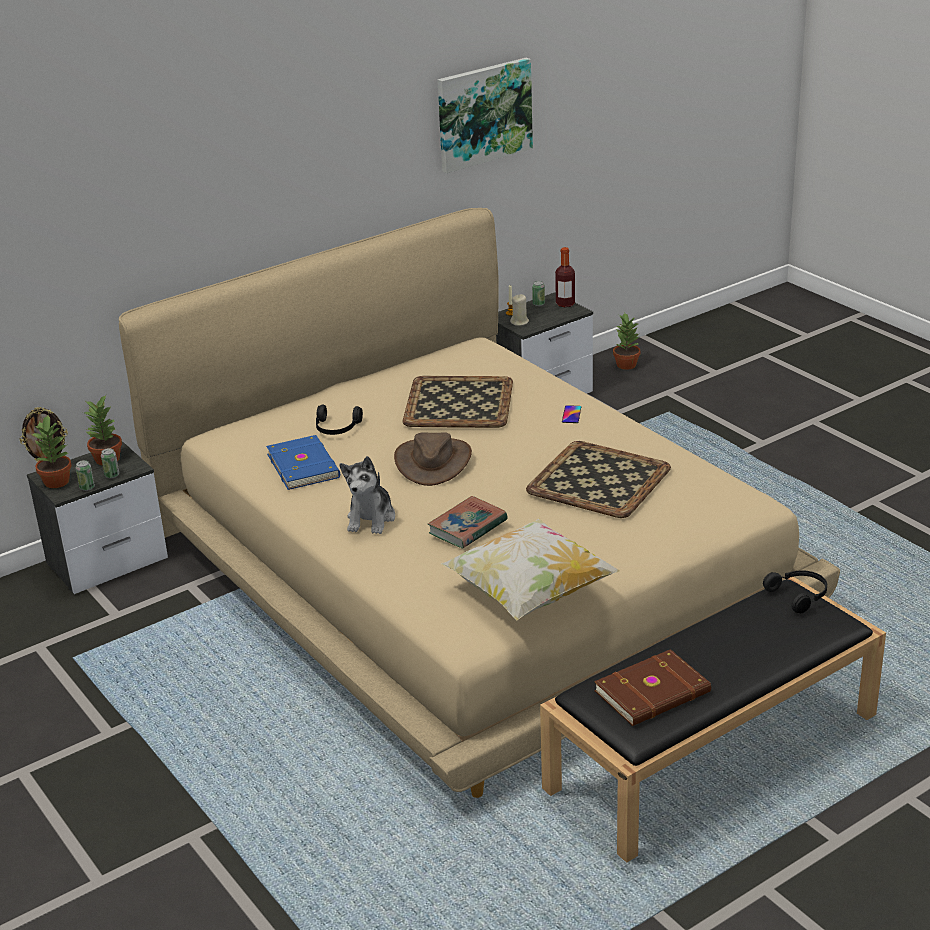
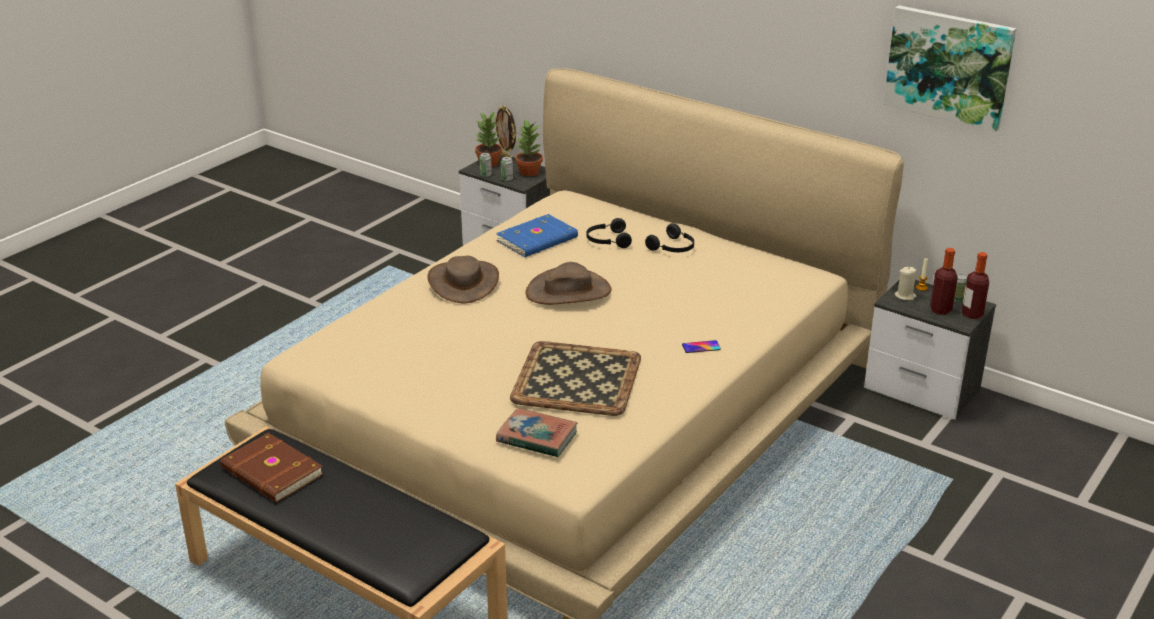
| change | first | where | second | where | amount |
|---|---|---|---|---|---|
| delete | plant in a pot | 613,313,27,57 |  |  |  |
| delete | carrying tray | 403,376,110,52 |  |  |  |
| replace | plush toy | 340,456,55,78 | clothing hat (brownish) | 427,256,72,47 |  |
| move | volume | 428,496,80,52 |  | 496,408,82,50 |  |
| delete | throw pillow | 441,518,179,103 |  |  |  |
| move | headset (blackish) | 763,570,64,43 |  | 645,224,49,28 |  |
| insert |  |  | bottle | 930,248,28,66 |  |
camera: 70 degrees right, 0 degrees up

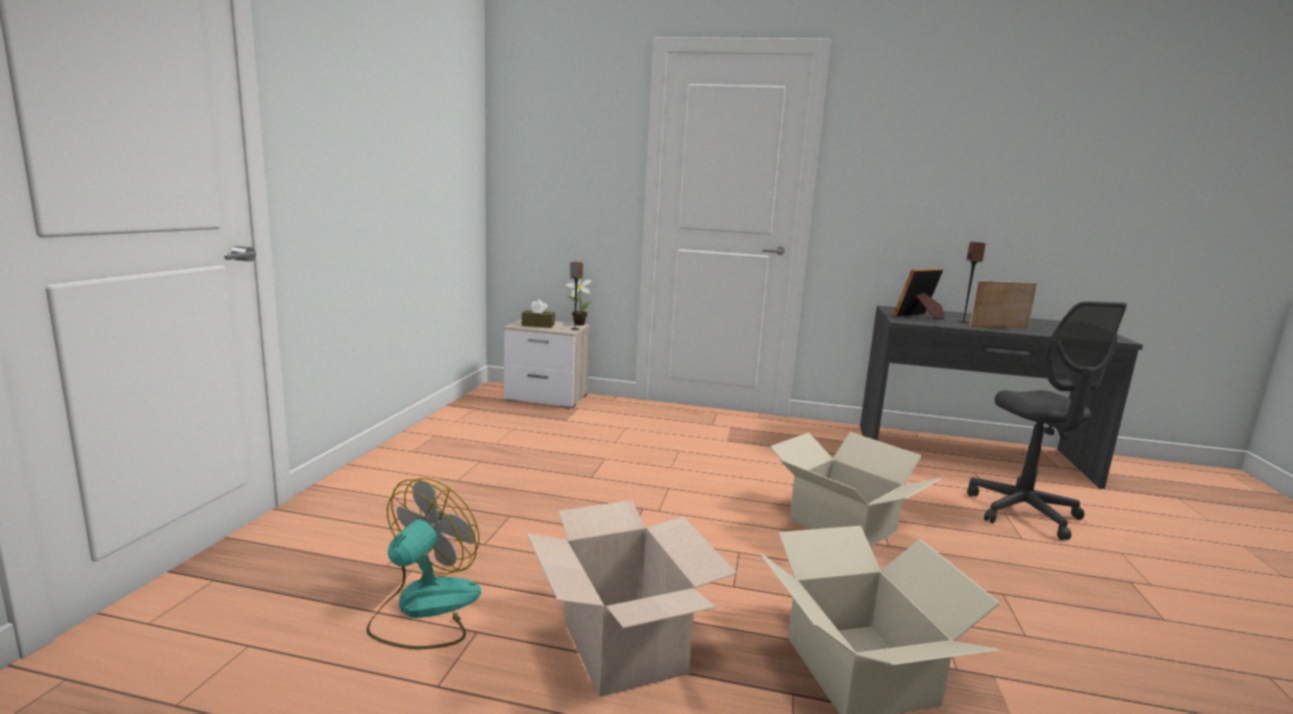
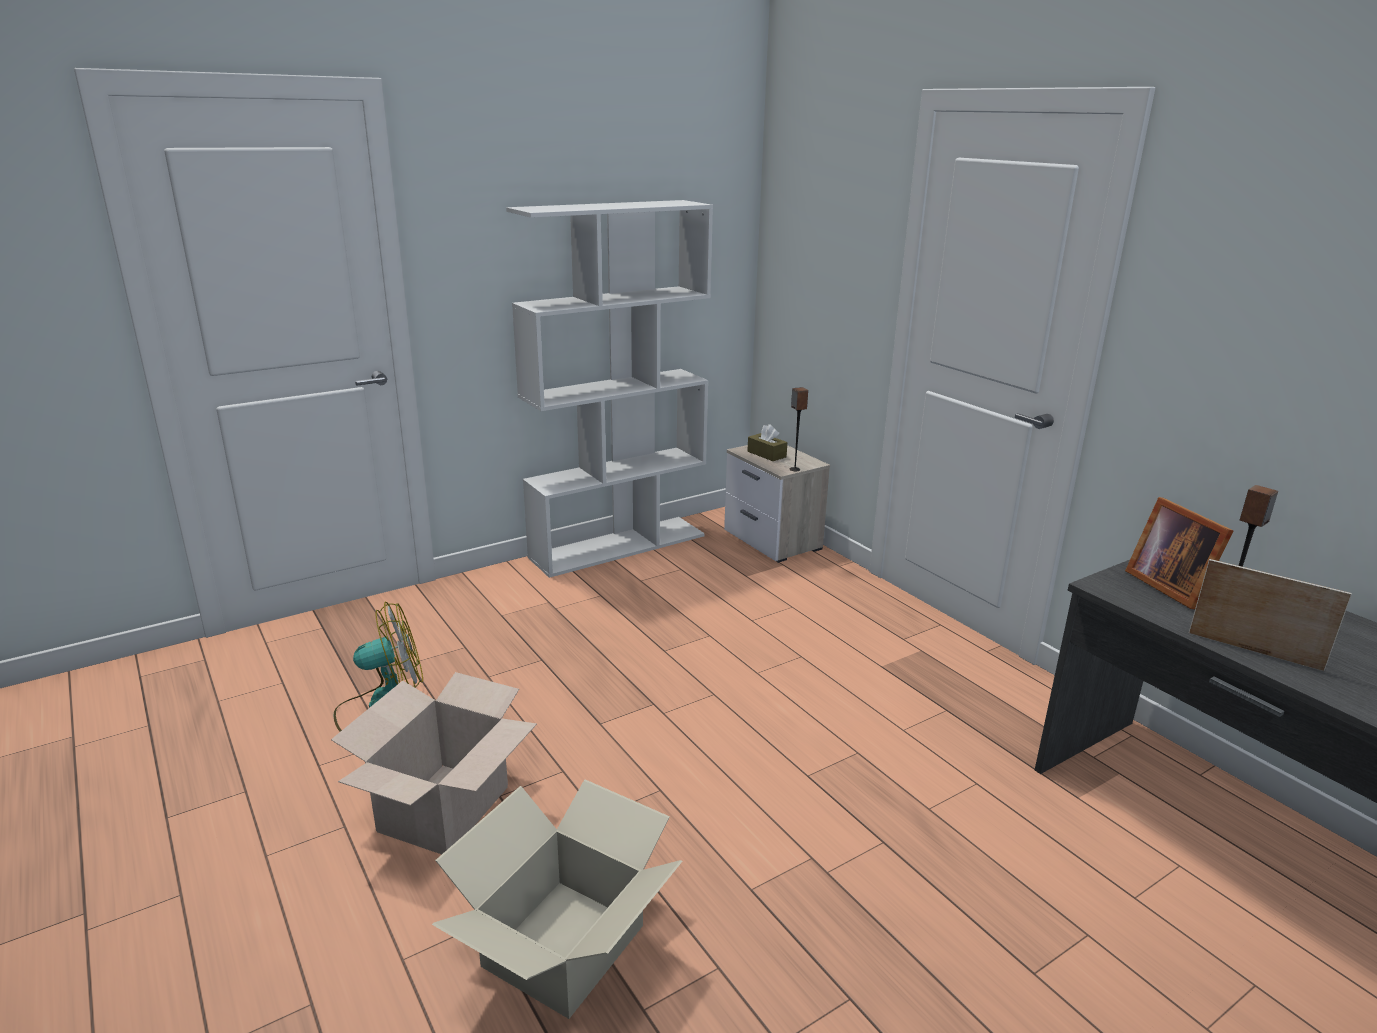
| change | first | where | second | where | amount |
|---|---|---|---|---|---|
| rotate | standing frame | 893,268,52,51 |  | 1125,497,108,112 | 120 degrees counterclockwise |
| delete | plant in a pot | 565,279,27,47 |  |  |  |
| delete | computer chair (grey) | 967,301,160,239 |  |  |  |
| delete | carton | 770,432,172,115 |  |  |  |
| insert |  |  | bookshelf (white) | 506,200,207,378 |  |
camera: 45 degrees right, 10 degrees up

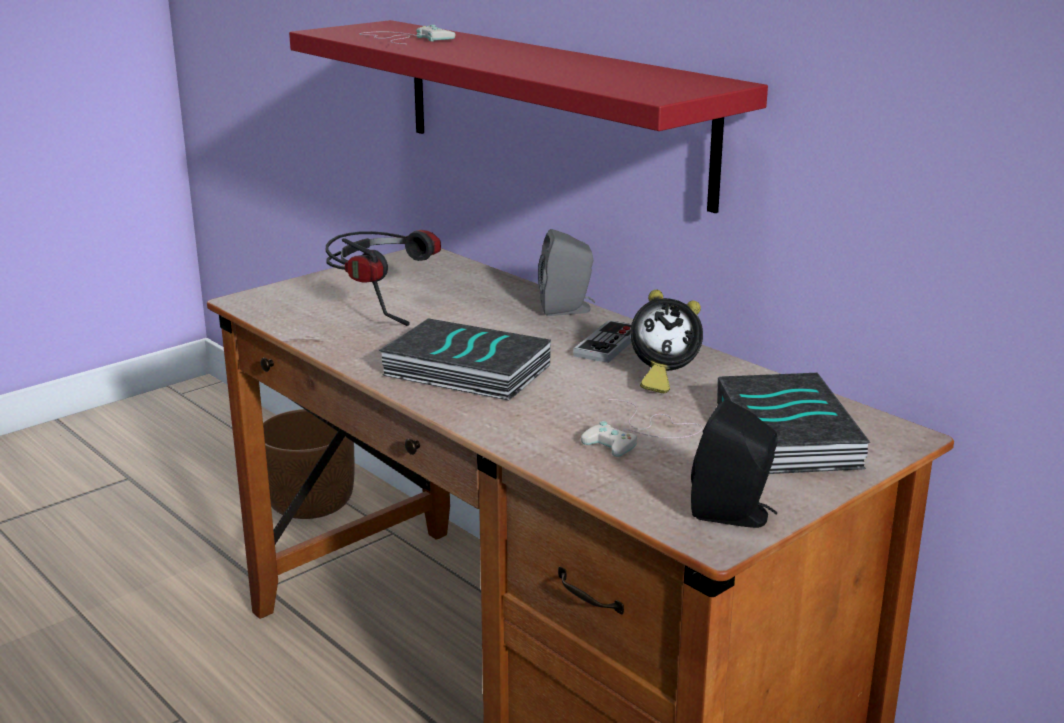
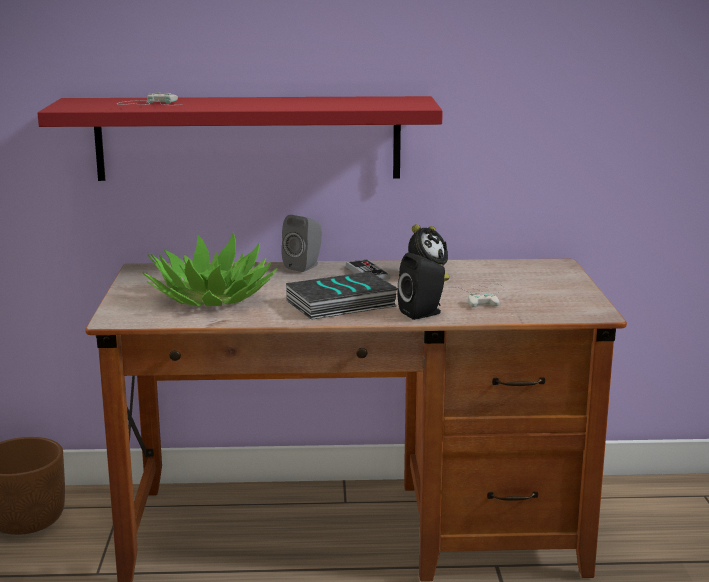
| change | first | where | second | where | amount |
|---|---|---|---|---|---|
| replace | headset | 326,230,115,96 | plant in a pot | 142,232,136,75 |  |
| delete | volume | 717,373,154,101 |  |  |  |
| move | audio speaker (blackish) | 691,399,87,129 |  | 398,253,47,67 |  |
camera: 50 degrees left, 5 degrees down

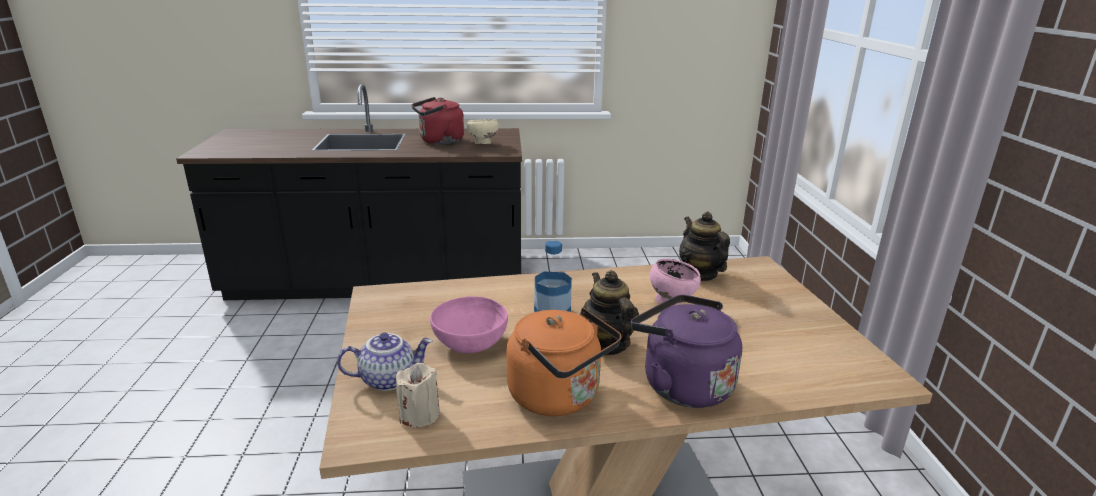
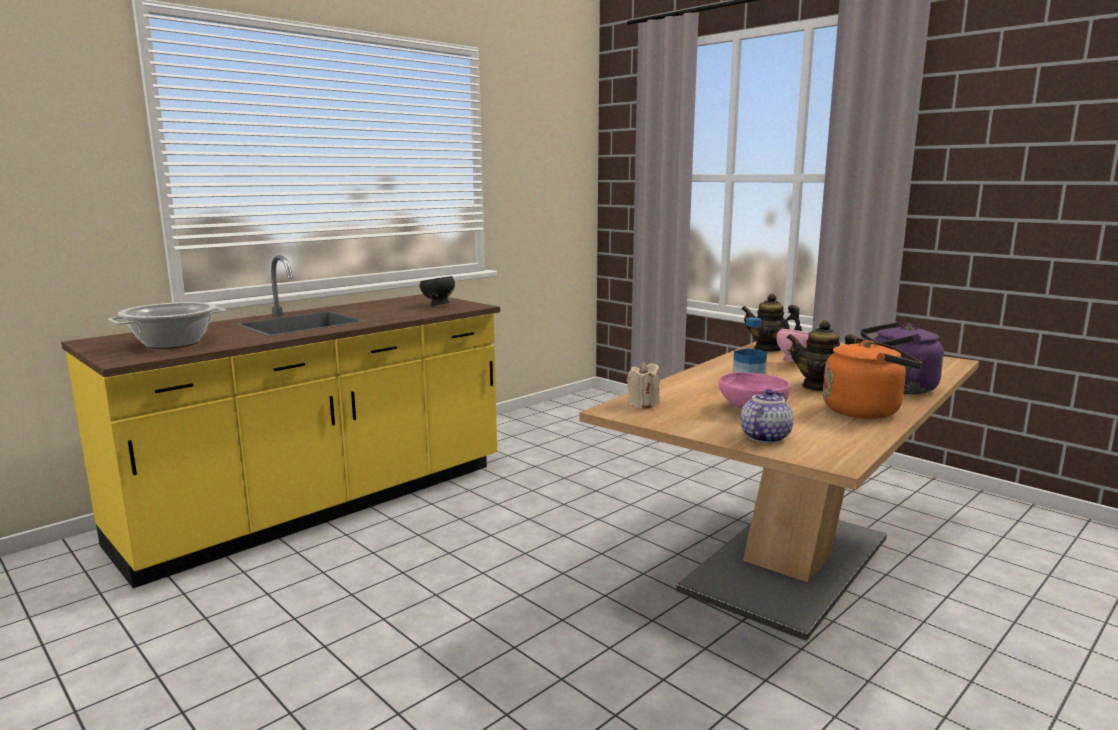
| change | first | where | second | where | amount |
|---|---|---|---|---|---|
| recolor | kitchen base unit (blackish) | 176,84,346,216 | kitchen base unit (yellow) | 61,255,439,333 |  |
| delete | water kettle (red) | 412,97,52,48 |  |  |  |
| recolor | bowl (beige) | 467,119,32,25 | bowl (blackish) | 420,276,35,30 |  |
| move | wax light (beige) | 396,363,44,64 |  | 627,362,33,47 |  |
| insert |  |  | saucepot | 108,302,118,47 |  |
camera: 40 degrees left, 10 degrees down

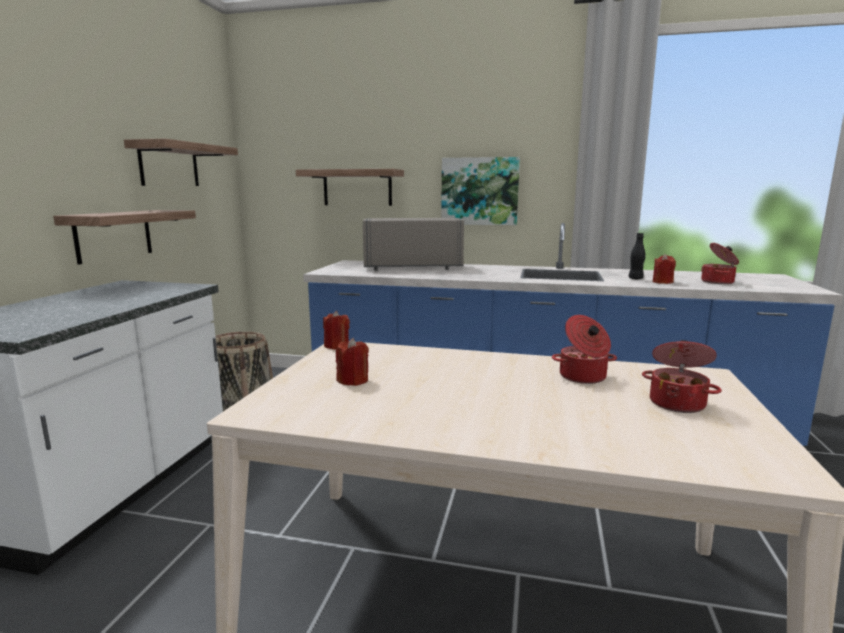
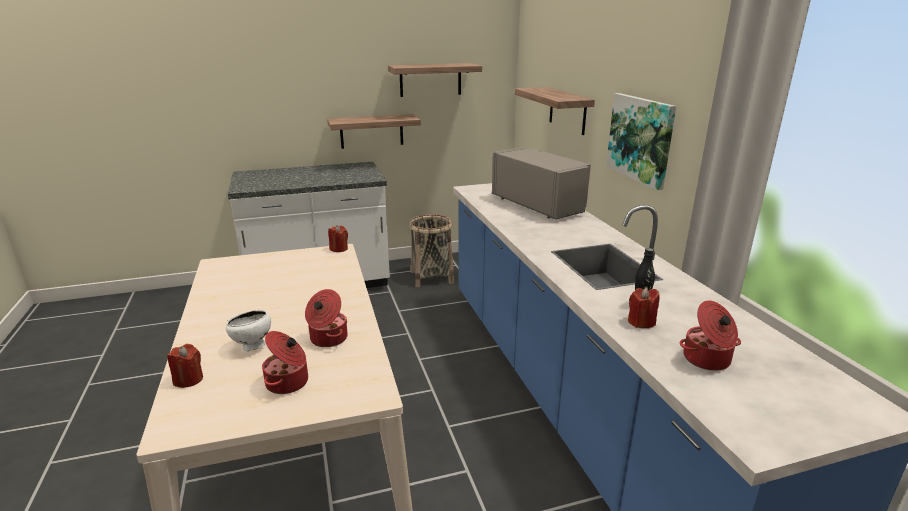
| change | first | where | second | where | amount |
|---|---|---|---|---|---|
| move | wax light (red) | 336,338,33,48 |  | 167,344,36,44 |  |
| insert |  |  | bowl (white) | 226,310,45,41 |  |
camera: 60 degrees right, 10 degrees up

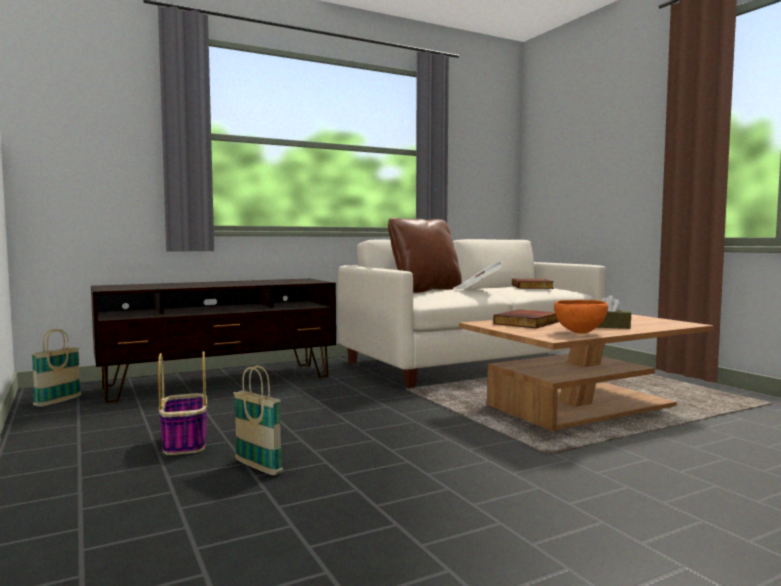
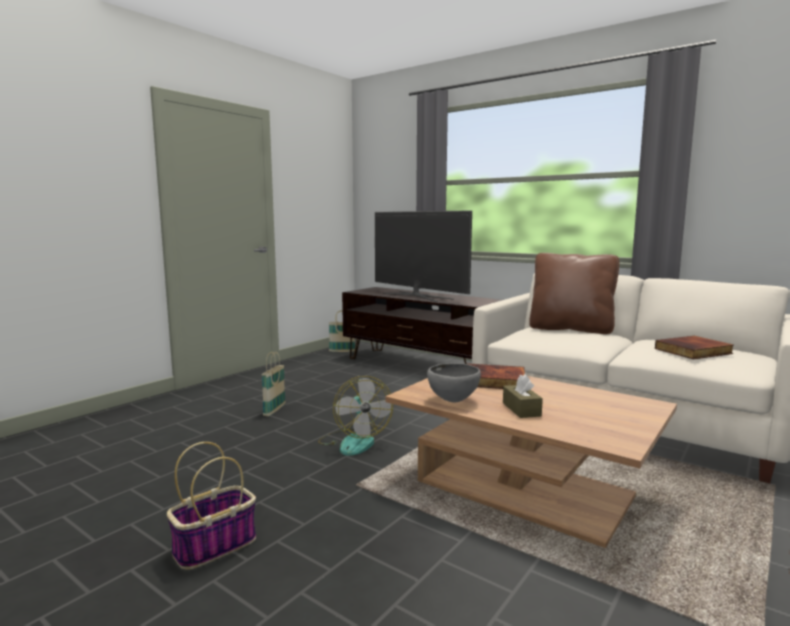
| change | first | where | second | where | amount |
|---|---|---|---|---|---|
| delete | newspaper | 453,262,51,28 |  |  |  |
| recolor | bowl (orange-coloured) | 554,300,54,34 | bowl (grey) | 427,363,54,39 |  |
| move | household basket | 158,351,49,104 |  | 167,442,89,128 |  |
| insert |  |  | TV set | 375,210,97,92 |  |
| insert |  |  | fan | 318,376,75,80 |  |
camera: 65 degrees right, 5 degrees up

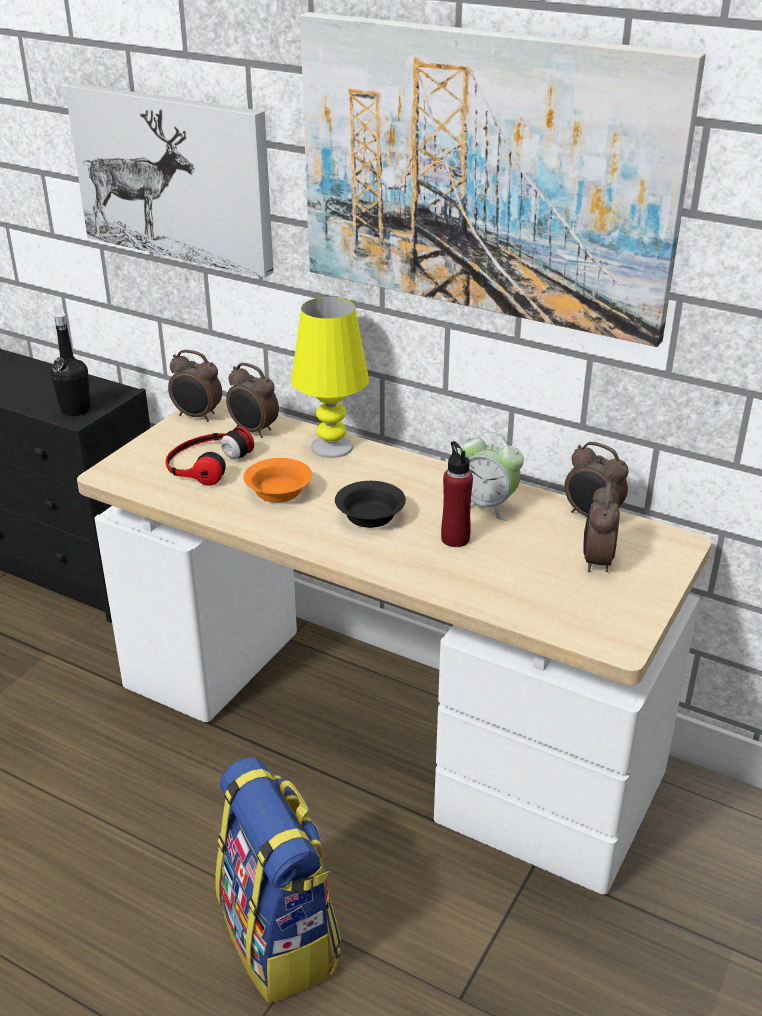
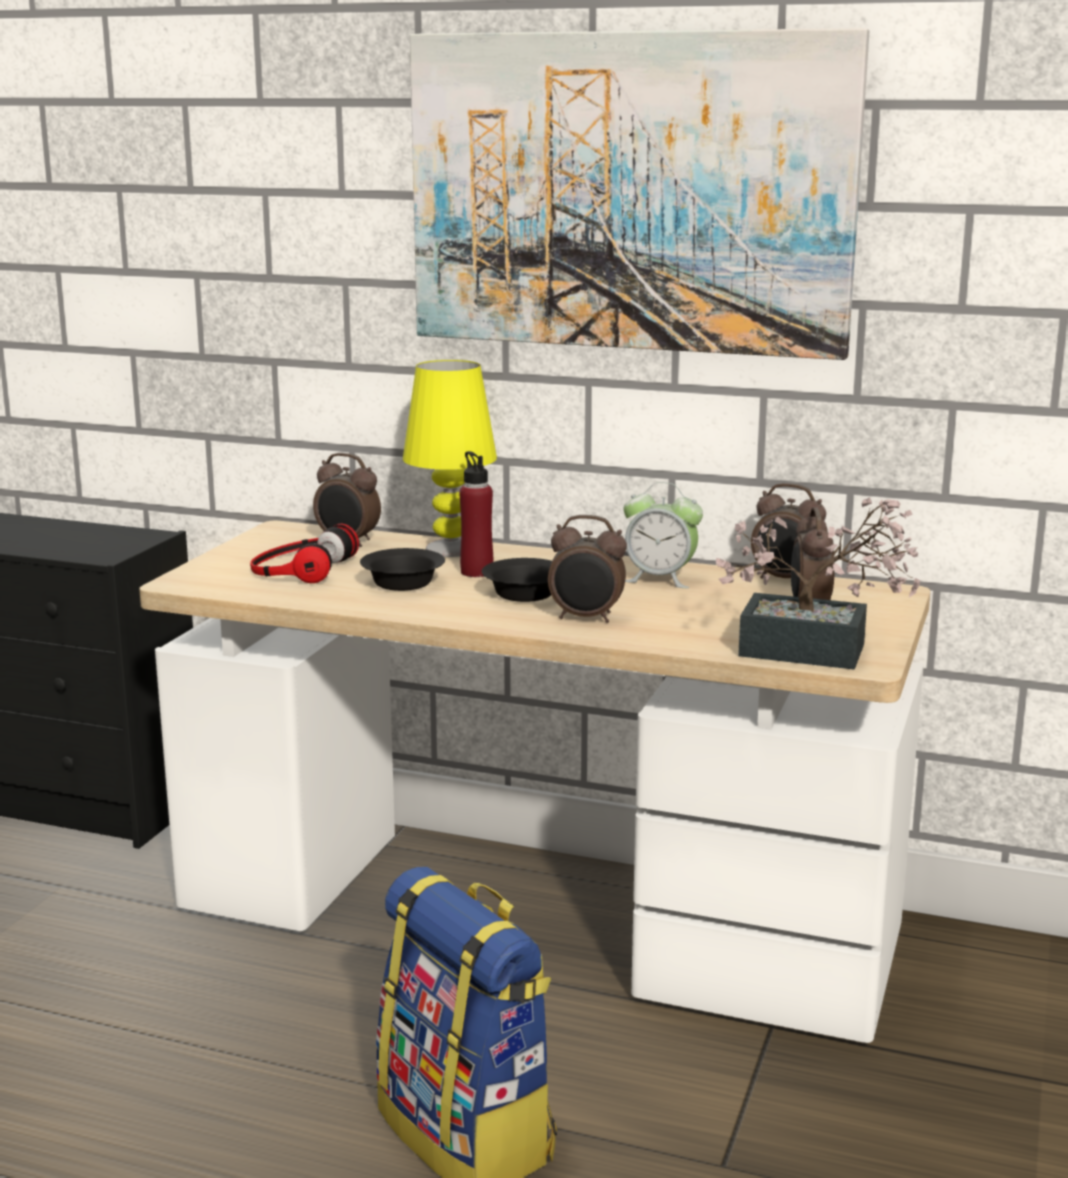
| change | first | where | second | where | amount |
|---|---|---|---|---|---|
| delete | wall picture | 65,83,209,195 |  |  |  |
| delete | bottle (blackish) | 51,313,39,103 |  |  |  |
| move | table clock | 168,350,54,72 |  | 548,515,79,108 |  |
| move | bottle (red) | 441,441,32,106 |  | 459,451,35,126 |  |
| recolor | bowl (orange-coloured) | 243,458,69,45 | bowl (blackish) | 360,548,85,43 |  |
| insert |  |  | plant in a pot | 716,497,204,173 |  |
camera: 10 degrees left, 15 degrees down

